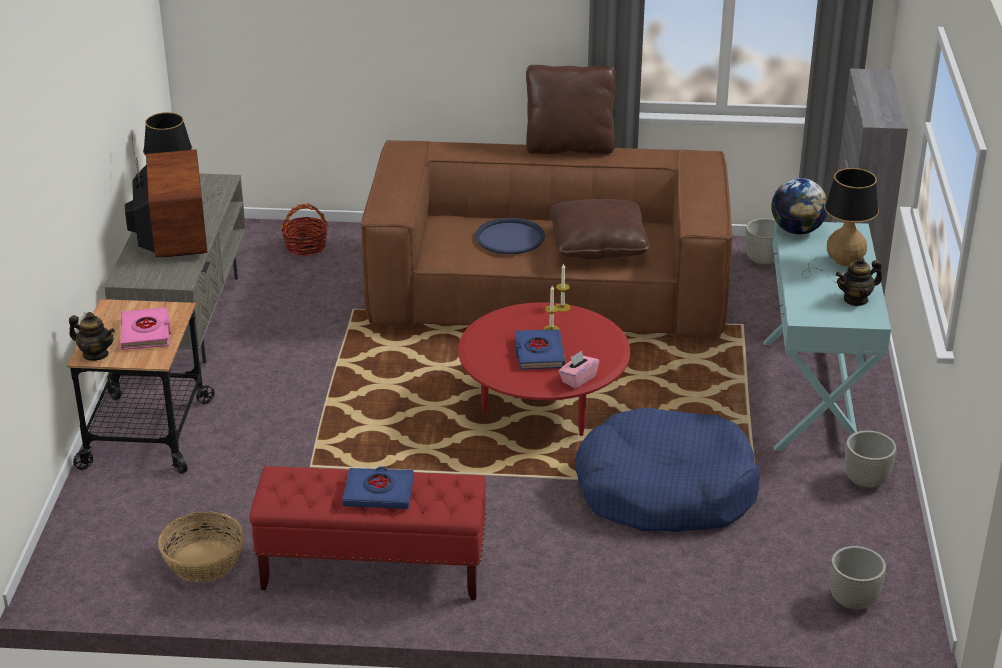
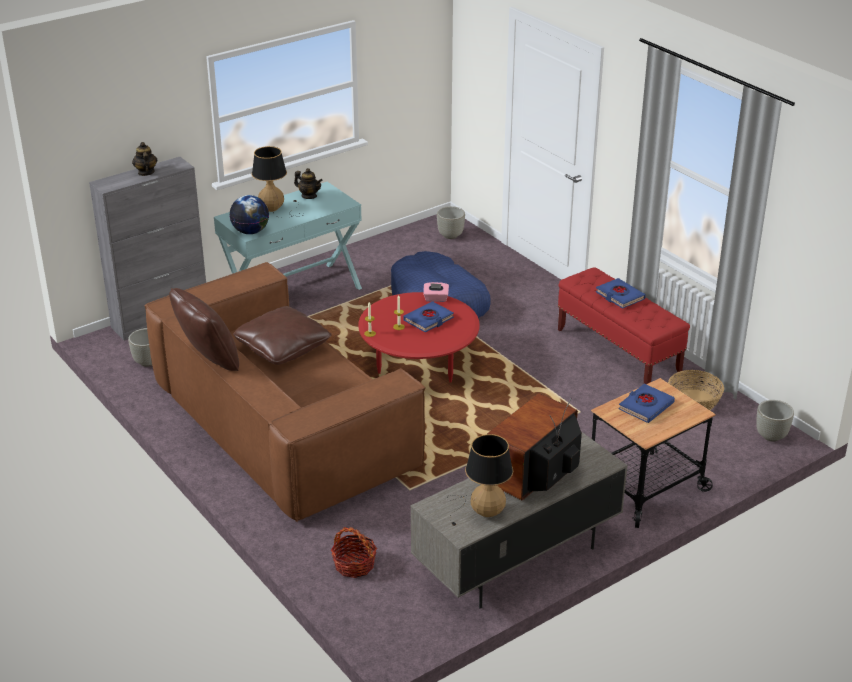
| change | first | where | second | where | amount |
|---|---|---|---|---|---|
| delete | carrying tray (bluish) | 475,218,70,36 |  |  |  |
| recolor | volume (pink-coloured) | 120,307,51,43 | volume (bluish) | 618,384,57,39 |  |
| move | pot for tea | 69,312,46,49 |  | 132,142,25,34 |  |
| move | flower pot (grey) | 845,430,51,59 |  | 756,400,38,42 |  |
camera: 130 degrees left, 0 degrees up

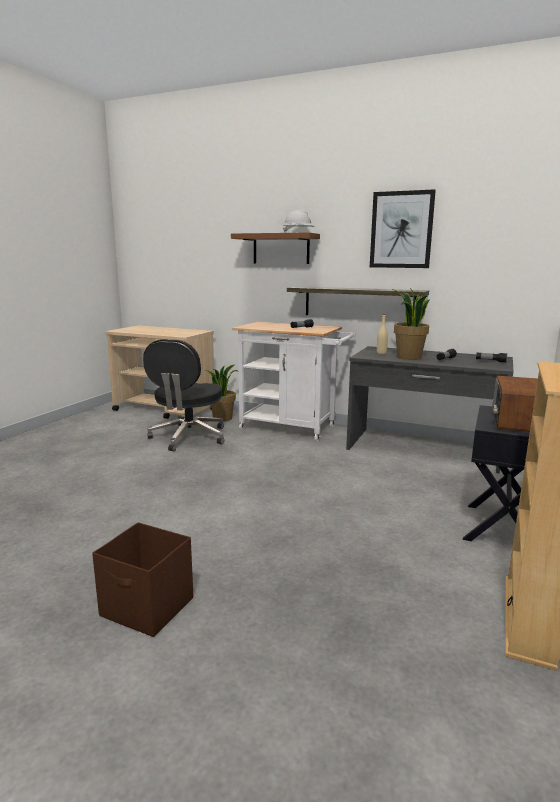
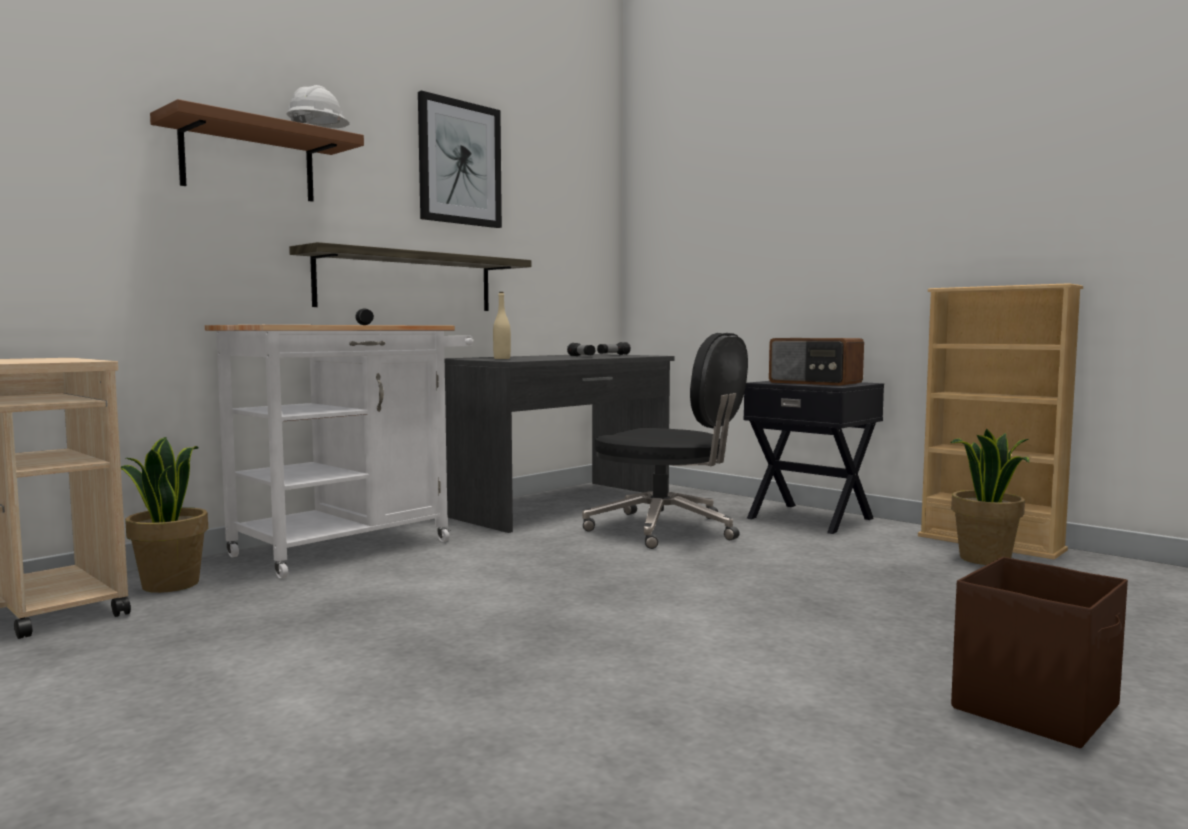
| change | first | where | second | where | amount |
|---|---|---|---|---|---|
| move | plant in a pot | 393,288,37,72 |  | 950,429,79,136 |  |
| move | computer chair (blackish) | 143,339,82,112 |  | 582,333,166,216 |  |
camera: 70 degrees left, 10 degrees down

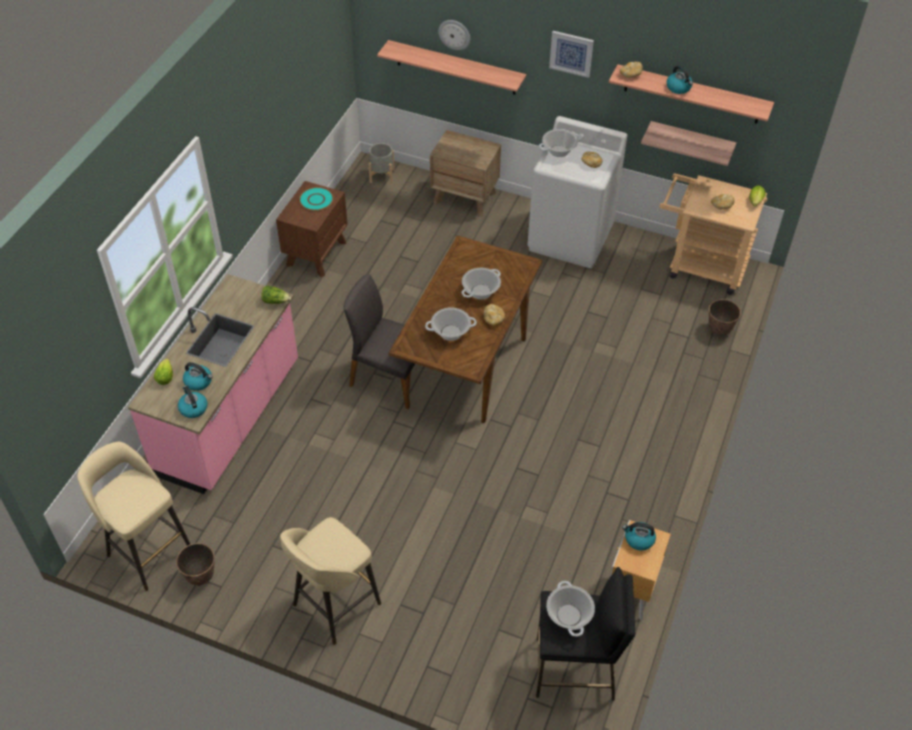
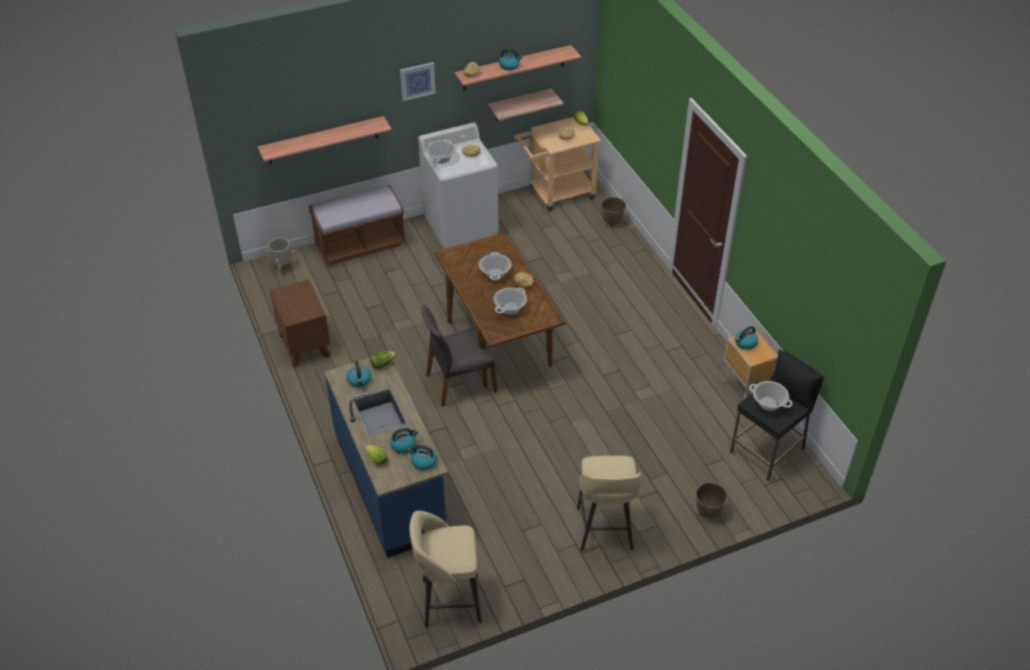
| change | first | where | second | where | amount |
|---|---|---|---|---|---|
| delete | wall clock | 438,20,32,30 |  |  |  |
| replace | nightstand (brownish) | 430,130,71,87 | long seat (brownish) | 309,185,97,80 |  |
| delete | flat dish (blue-green) | 299,187,34,24 |  |  |  |
| recolor | kitchen base unit (pink-coloured) | 128,274,170,220 | kitchen base unit (bluish) | 324,358,124,200 |  |
| move | flower pot | 176,543,39,43 |  | 696,482,32,36 |  |
| insert |  |  | water kettle | 347,361,24,26 |  |
camera: 45 degrees left, 5 degrees down

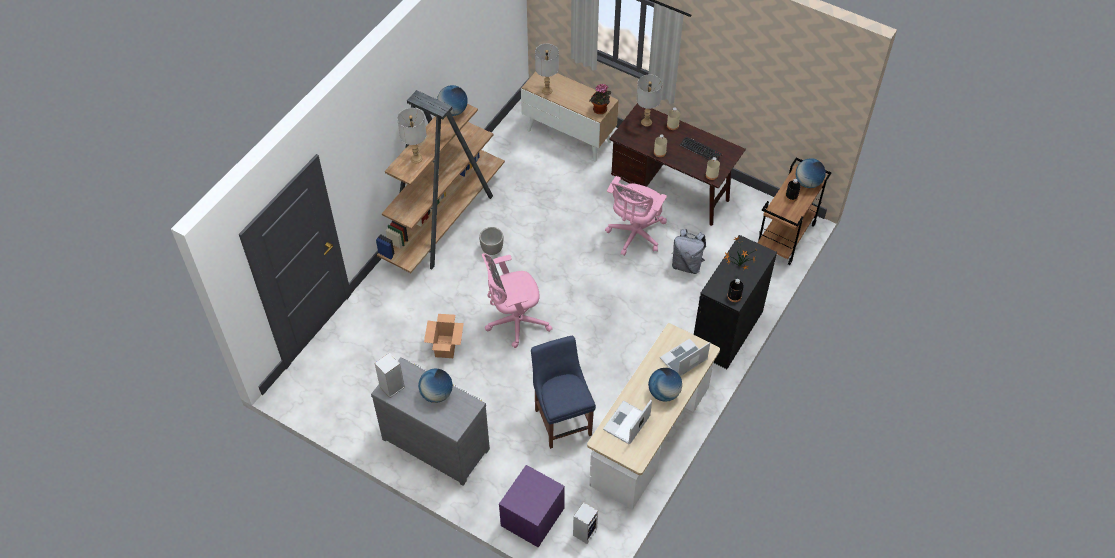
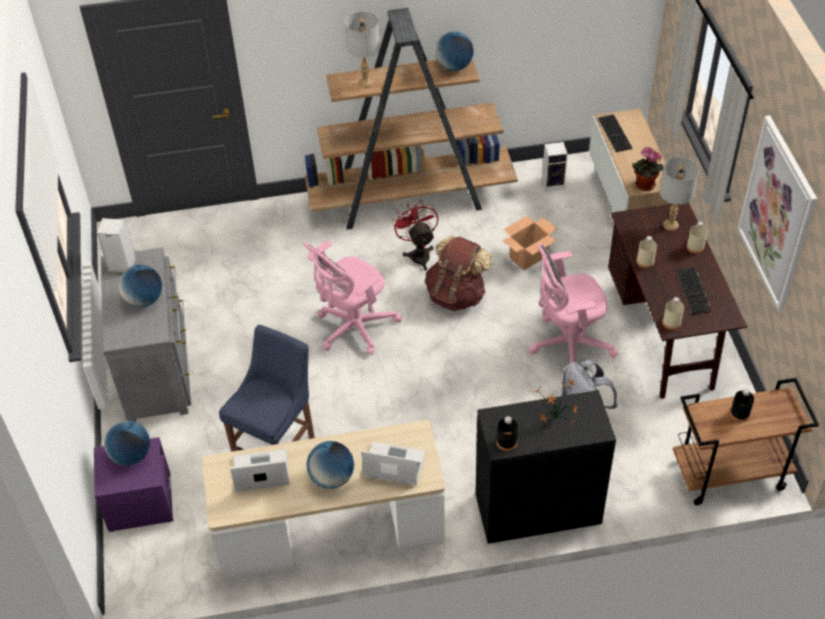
| change | first | where | second | where | amount |
|---|---|---|---|---|---|
| replace | lamp for a table (grey) | 535,44,24,51 | computer keyboard | 598,114,34,38 |  |
| move | desk globe | 795,158,31,30 |  | 104,421,46,45 |  |
| replace | flower pot | 479,227,24,28 | fan (red) | 392,200,46,71 |  |
| rotate | computer chair (pink-coloured) | 482,253,71,95 |  | 303,240,99,115 | 75 degrees counterclockwise |
| move | carton | 424,314,40,44 |  | 503,215,54,55 |  |
| move | audio speaker | 573,502,25,42 |  | 542,142,26,49 |  |
| insert |  |  | wall picture | 737,115,80,197 |  |
| insert |  |  | backpack (brownish) | 425,235,67,76 |  |
camera: 50 degrees right, 5 degrees down

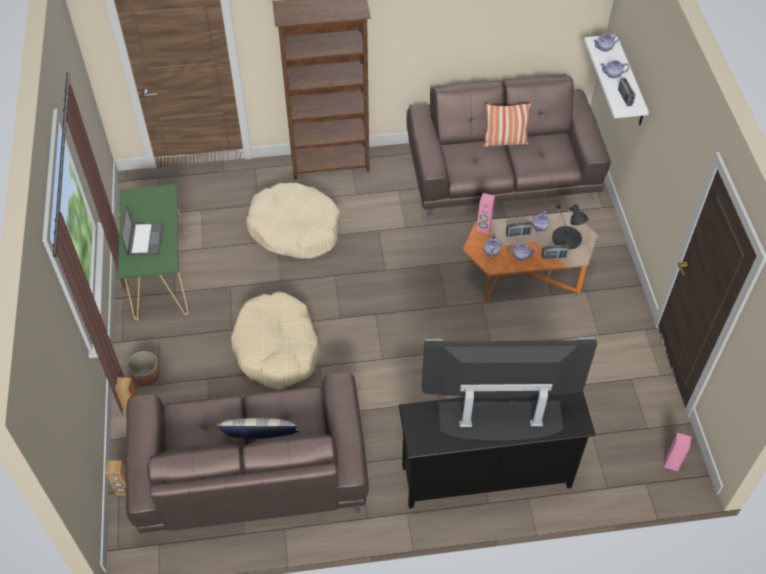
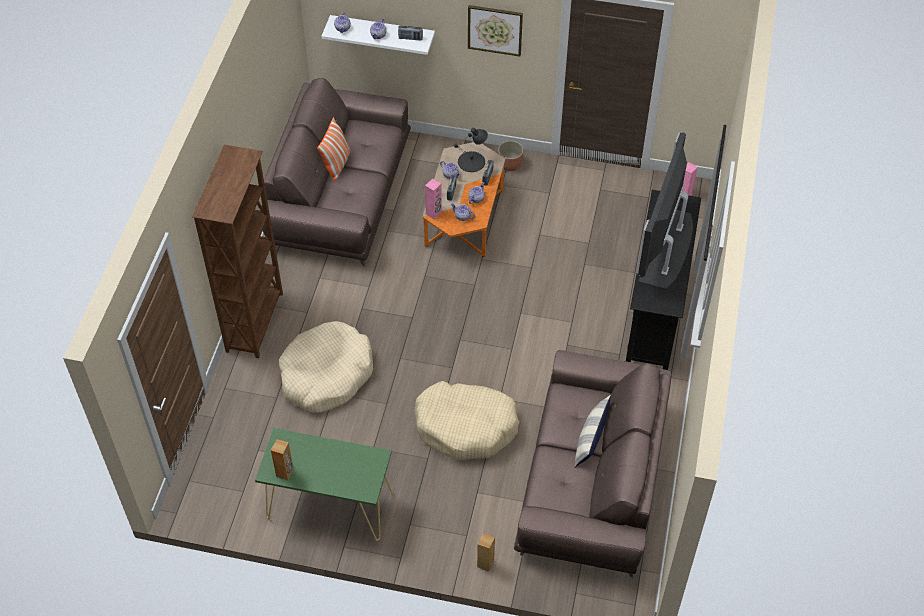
| change | first | where | second | where | amount |
|---|---|---|---|---|---|
| delete | notebook computer | 121,205,43,51 |  |  |  |
| move | flower pot | 127,351,33,36 |  | 498,141,25,30 |  |
| move | audio speaker (brownish) | 105,460,21,36 |  | 271,439,23,41 |  |
| insert |  |  | wall picture | 468,5,55,51 |  |
camera: 70 degrees left, 0 degrees up

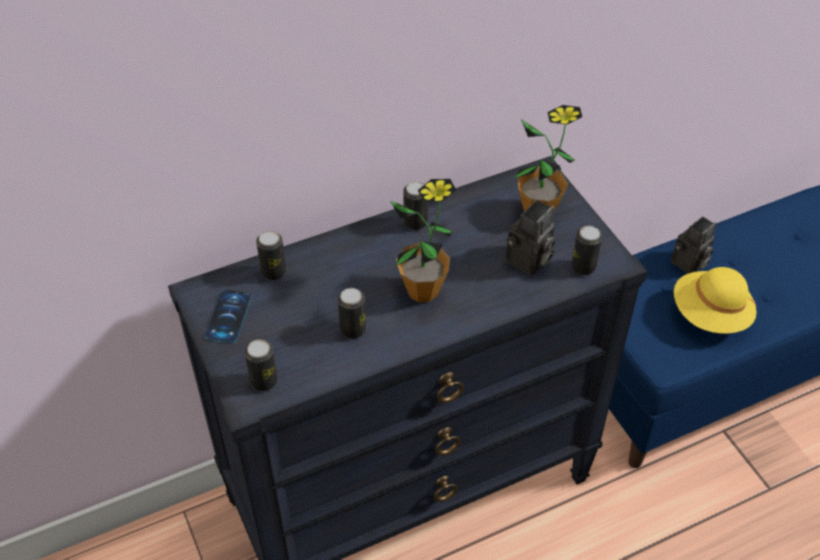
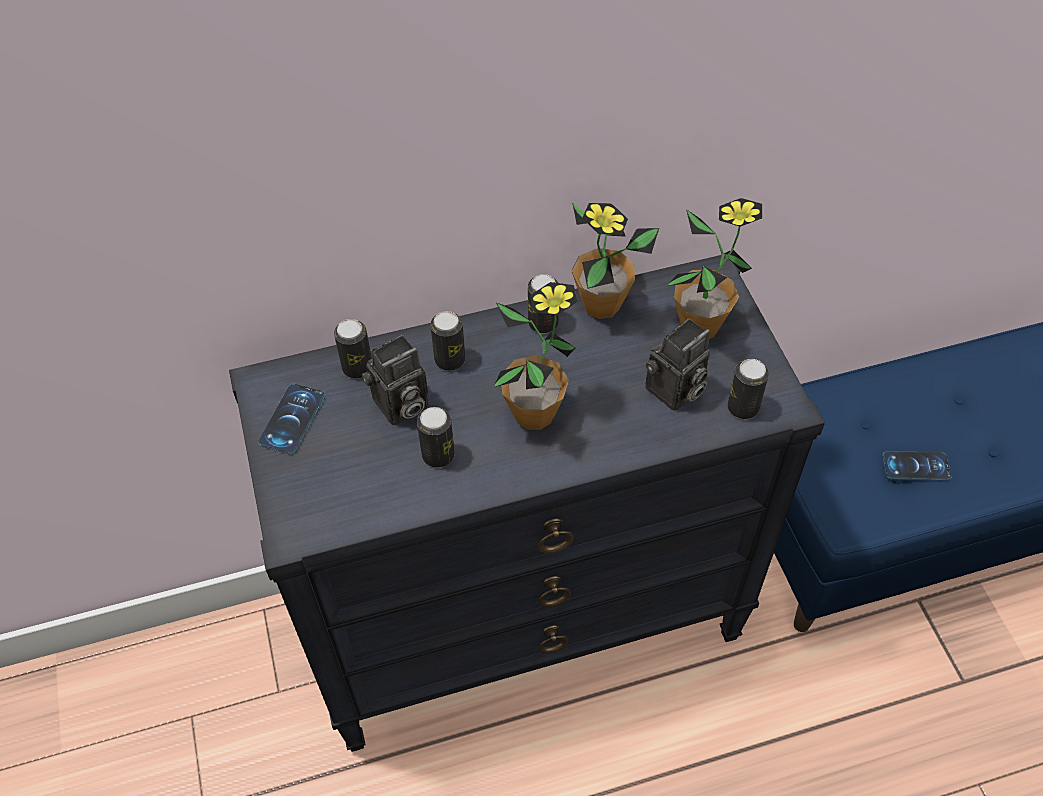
| change | first | where | second | where | amount |
|---|---|---|---|---|---|
| move | still camera | 671,216,45,58 |  | 362,335,66,91 |  |
| replace | clothing hat (yellow) | 674,267,83,66 | handset | 883,451,69,29 |  |
| move | metal can | 244,340,34,51 |  | 430,311,35,60 |  |
| insert |  |  | plant in a pot | 572,203,87,116 |  |
camera: 10 degrees right, 5 degrees up

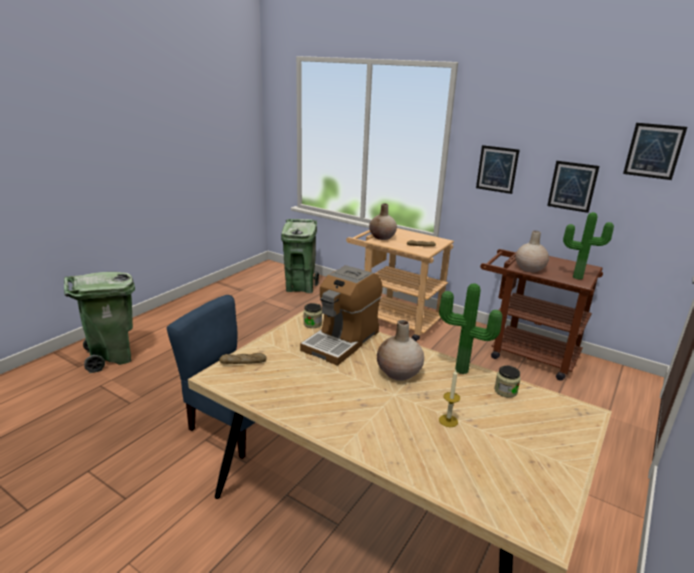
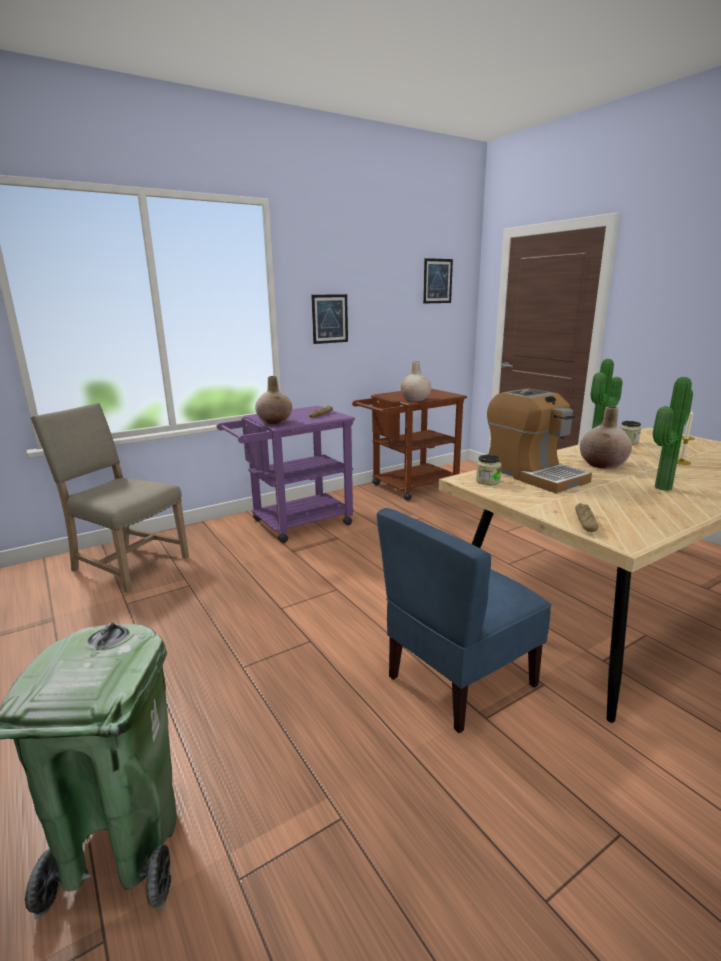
| change | first | where | second | where | amount |
|---|---|---|---|---|---|
| delete | wall picture | 547,161,53,52 |  |  |  |
| move | plant in a pot | 563,212,51,68 |  | 653,377,40,114 |  |
| replace | trash can (green-coloured) | 281,219,38,74 | upright chair (beige) | 31,403,158,190 |  |
| recolor | trolley (beige) | 346,228,108,113 | trolley (purplish) | 217,406,138,137 |  |
camera: 65 degrees left, 5 degrees down

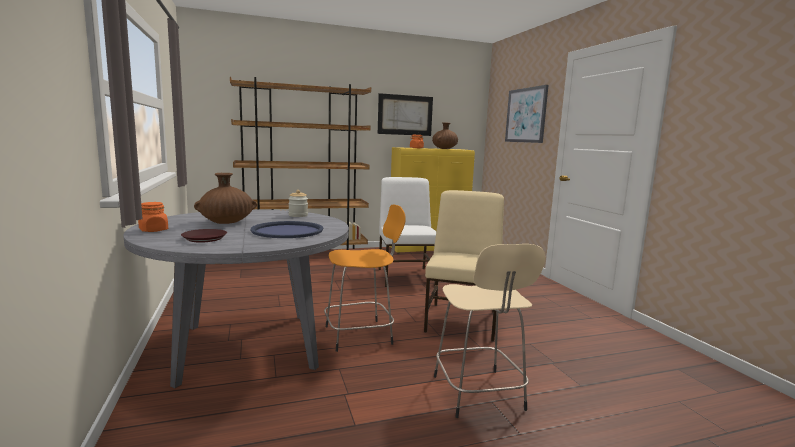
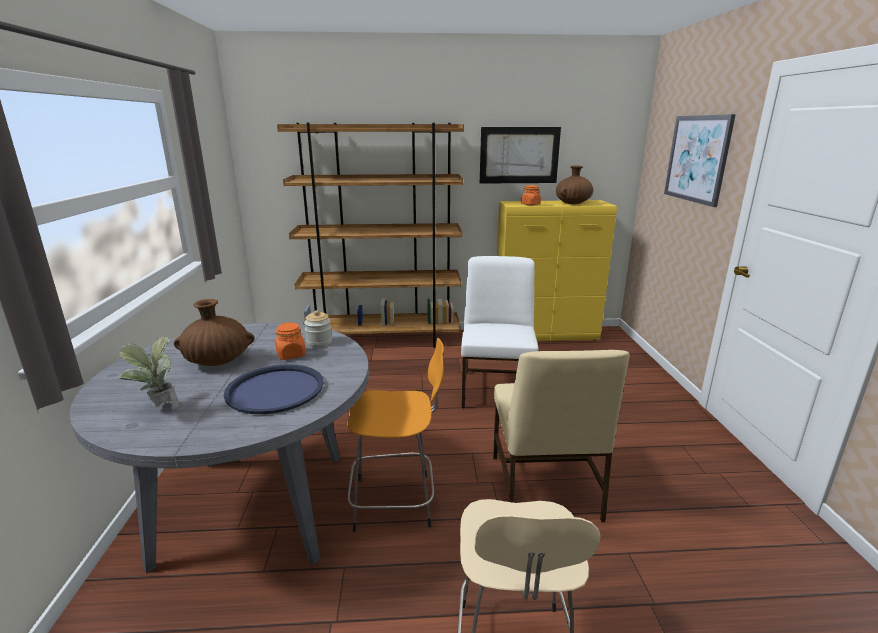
| change | first | where | second | where | amount |
|---|---|---|---|---|---|
| rotate | upright chair (beige) | 424,190,80,152 |  | 493,350,137,172 | 150 degrees clockwise |
| move | preserve jar (orange-coloured) | 138,202,30,30 |  | 275,322,31,38 |  |
| replace | flat dish (brownish) | 181,229,46,14 | plant in a pot | 119,336,60,73 |  |
camera: 15 degrees right, 10 degrees up

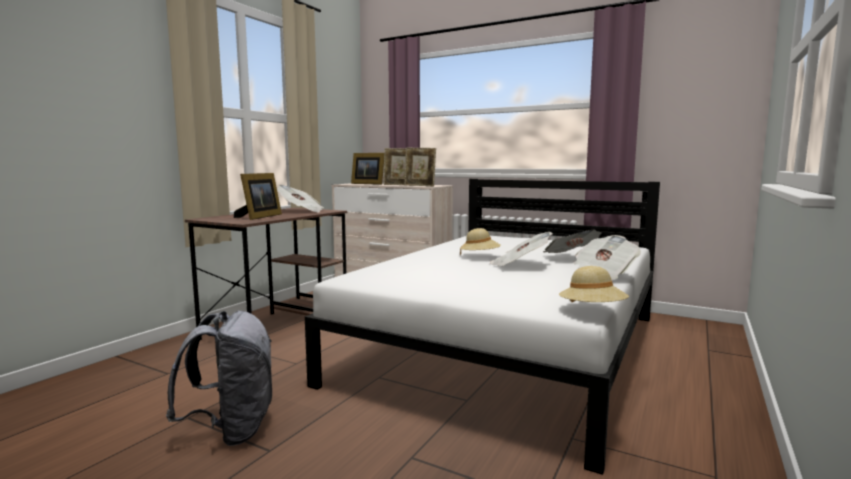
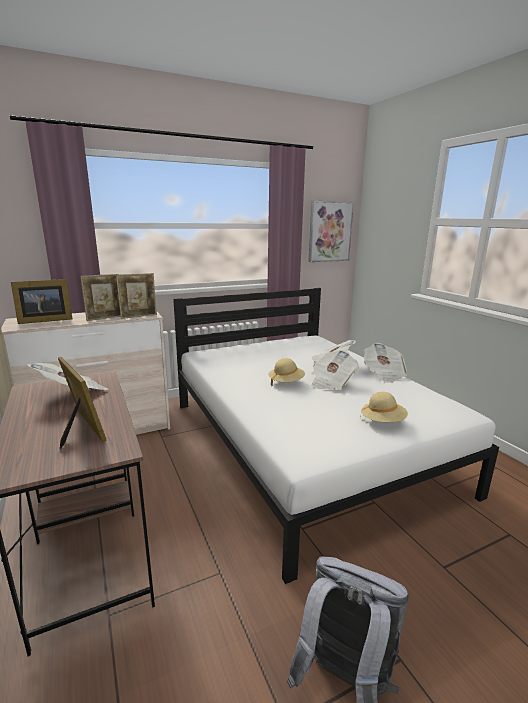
| change | first | where | second | where | amount |
|---|---|---|---|---|---|
| move | clothing hat (beige) | 559,266,70,36 |  | 360,392,48,30 |  |
| insert |  |  | wall picture | 308,201,46,61 |  |
camera: 55 degrees left, 10 degrees up

